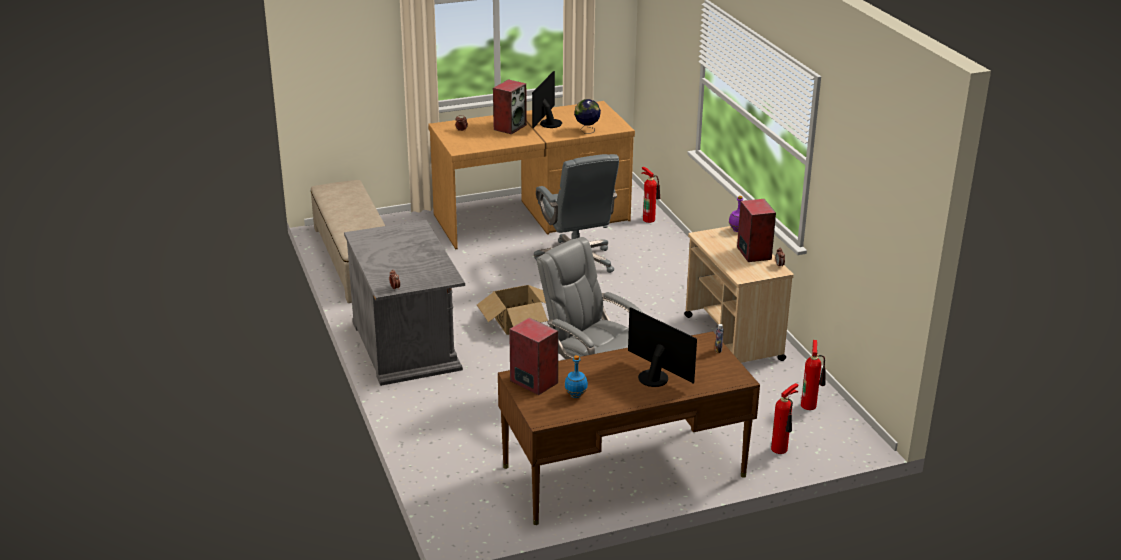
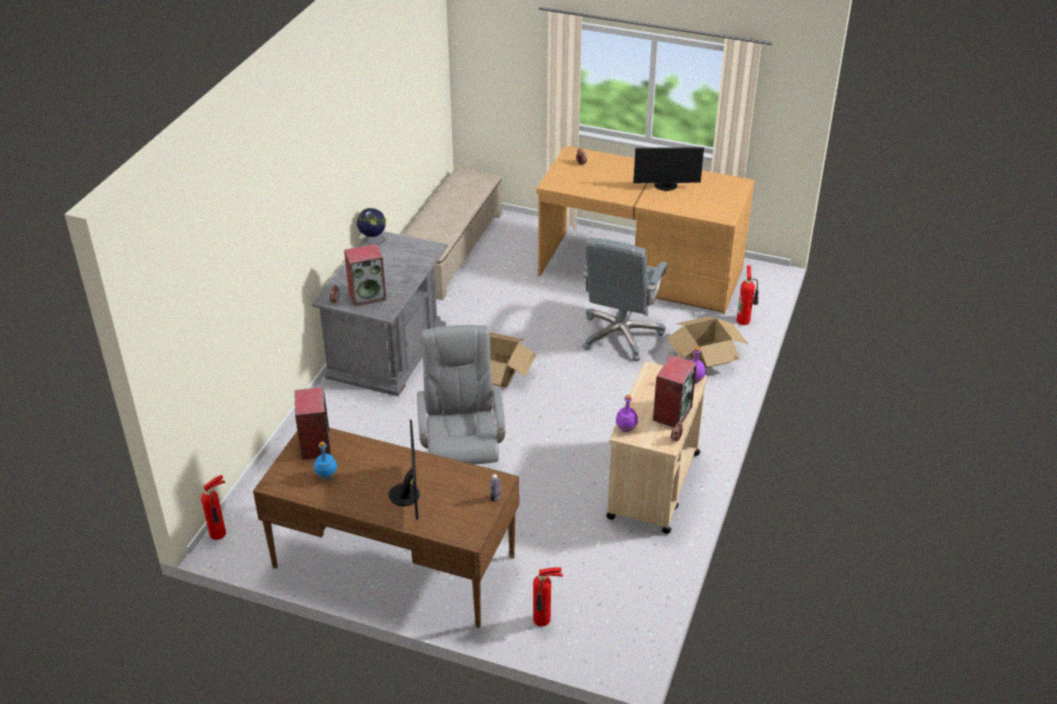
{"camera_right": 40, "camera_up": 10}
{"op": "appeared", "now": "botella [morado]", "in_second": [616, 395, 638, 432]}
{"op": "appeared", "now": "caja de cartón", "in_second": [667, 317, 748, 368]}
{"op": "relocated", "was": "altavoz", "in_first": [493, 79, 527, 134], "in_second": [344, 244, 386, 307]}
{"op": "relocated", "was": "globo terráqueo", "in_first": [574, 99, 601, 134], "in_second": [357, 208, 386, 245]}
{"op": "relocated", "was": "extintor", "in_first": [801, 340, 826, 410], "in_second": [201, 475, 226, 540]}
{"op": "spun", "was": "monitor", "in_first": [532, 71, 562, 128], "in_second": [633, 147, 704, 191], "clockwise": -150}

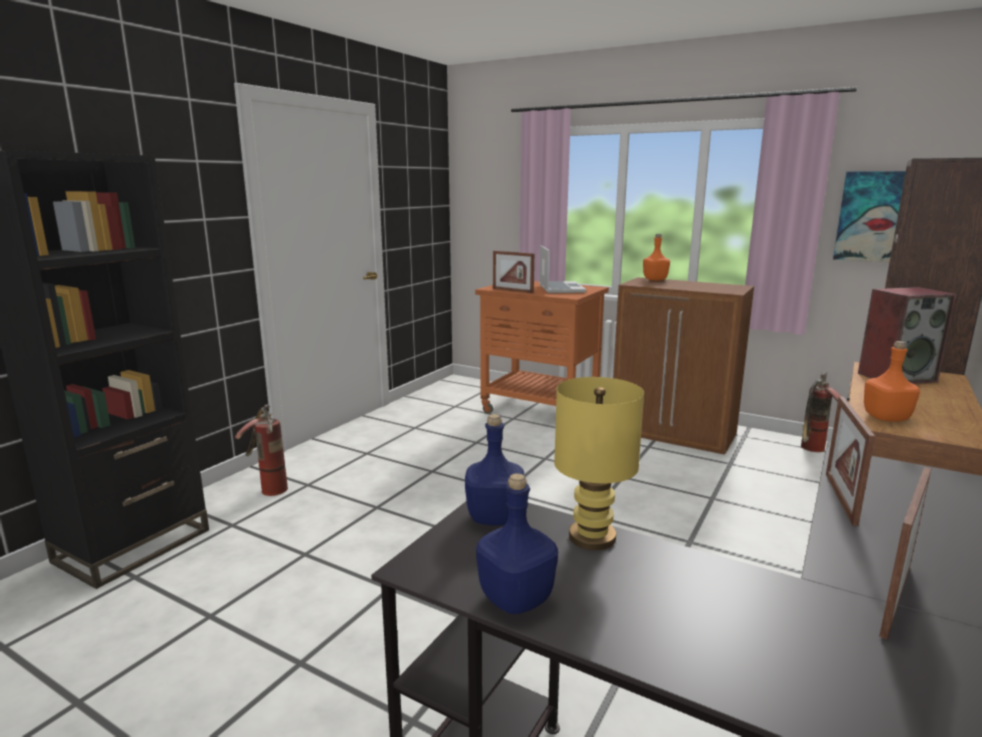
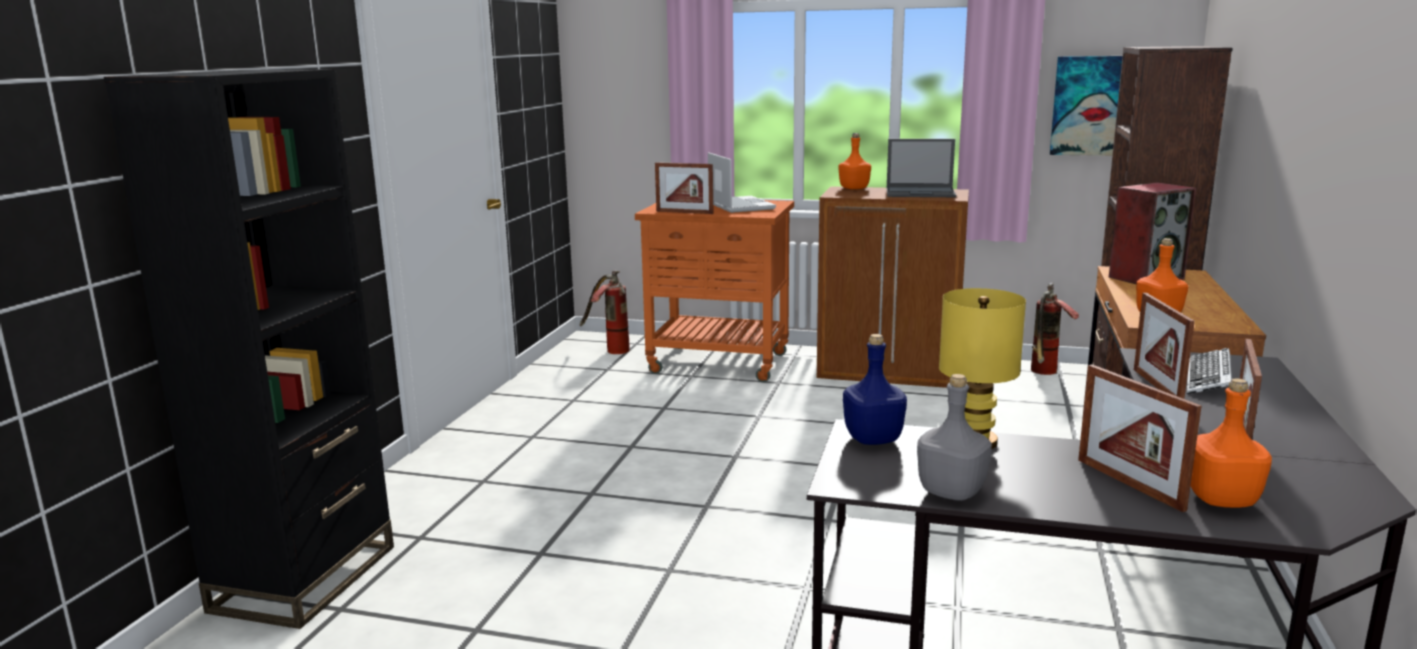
{"camera_right": -15, "camera_up": 0}
{"op": "appeared", "now": "portátil", "in_second": [887, 139, 956, 197]}
{"op": "appeared", "now": "portarretratos", "in_second": [1078, 364, 1201, 512]}
{"op": "appeared", "now": "teclado", "in_second": [1187, 348, 1232, 394]}
{"op": "appeared", "now": "botella [naranja]", "in_second": [1191, 378, 1272, 508]}
{"op": "relocated", "was": "extintor", "in_first": [235, 405, 288, 496], "in_second": [580, 270, 630, 354]}
{"op": "colour", "was": "botella [azul]", "now": "botella [gris]", "in_first": [476, 473, 558, 614], "in_second": [917, 374, 992, 501]}

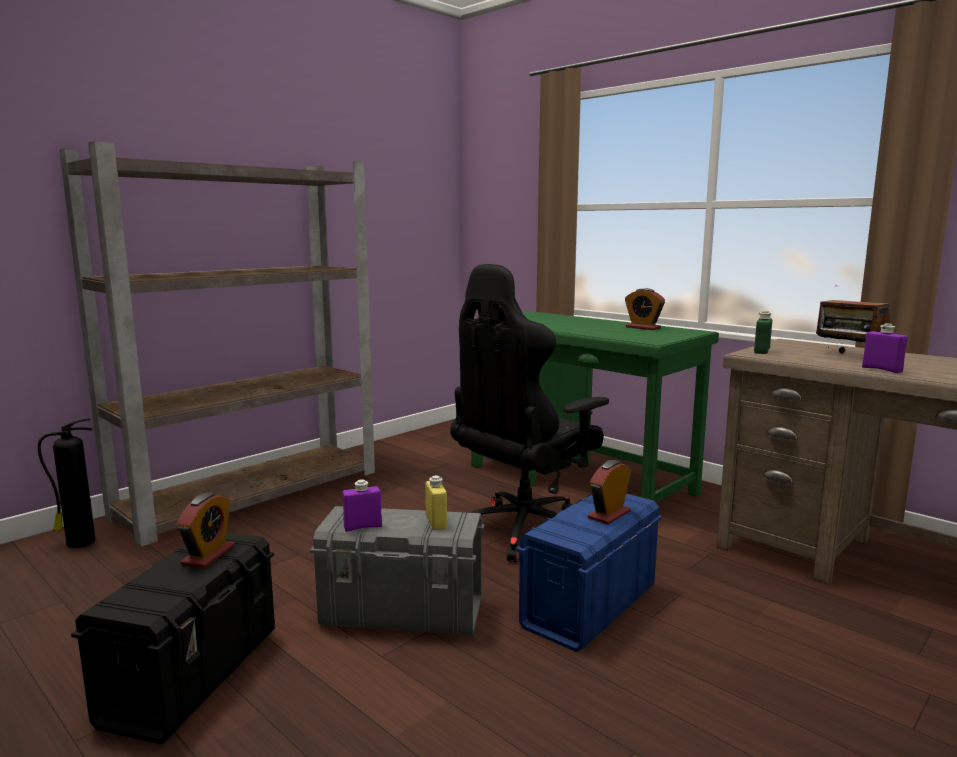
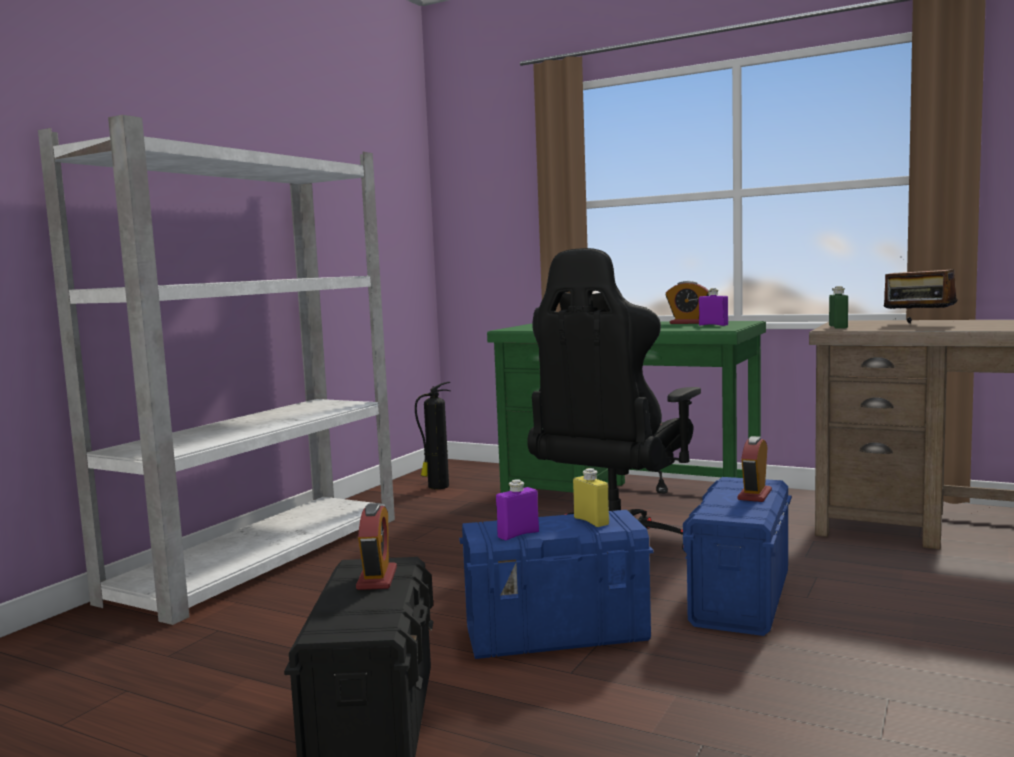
{"camera_right": -15, "camera_up": -5}
{"op": "relocated", "was": "extintor", "in_first": [38, 418, 95, 548], "in_second": [415, 382, 451, 489]}
{"op": "relocated", "was": "botella [morado]", "in_first": [862, 324, 908, 373], "in_second": [699, 288, 728, 326]}
{"op": "colour", "was": "estantería [marrón]", "now": "estantería [blanco]", "in_first": [59, 141, 375, 547], "in_second": [38, 115, 395, 625]}
{"op": "colour", "was": "caja de almacenaje [gris]", "now": "caja de almacenaje [azul]", "in_first": [310, 506, 484, 636], "in_second": [459, 510, 654, 659]}

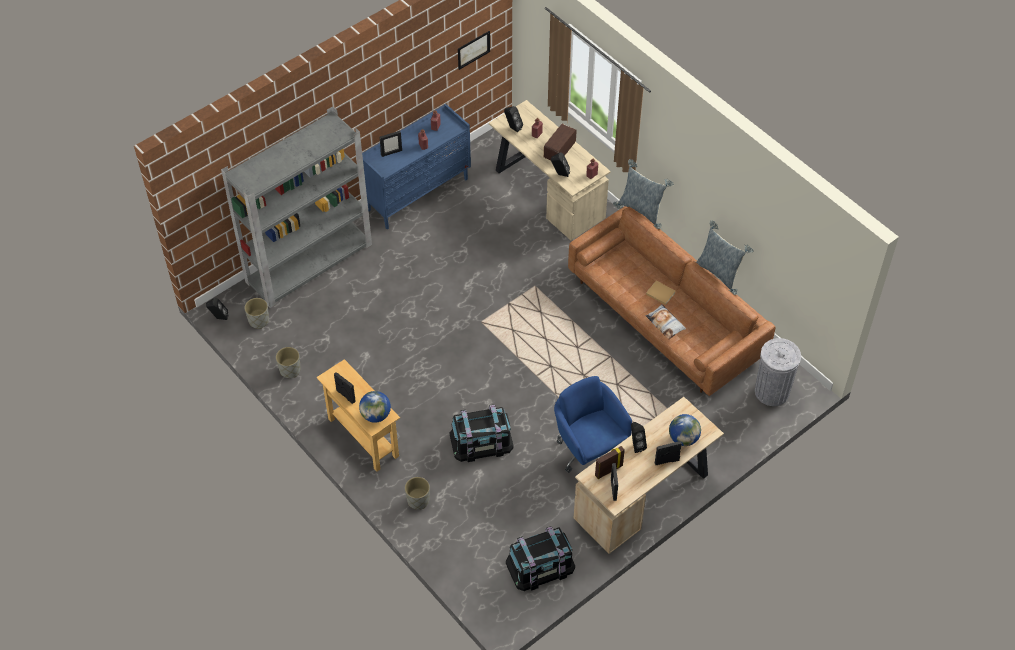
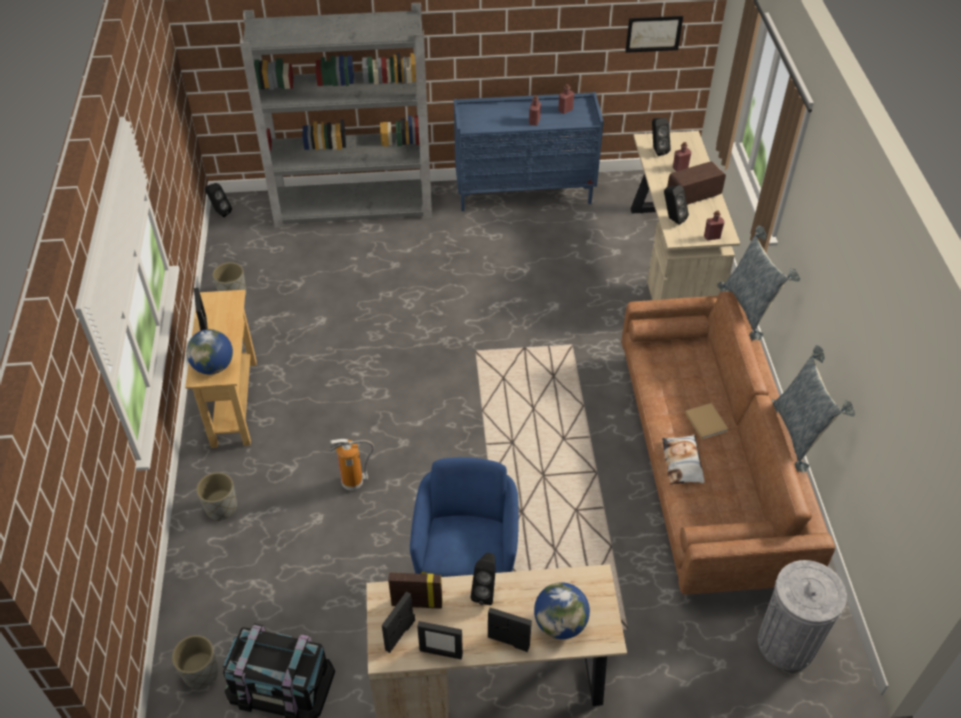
{"camera_right": 35, "camera_up": -5}
{"op": "relocated", "was": "maceta [gris]", "in_first": [244, 298, 269, 329], "in_second": [172, 635, 218, 688]}
{"op": "relocated", "was": "portarretratos", "in_first": [380, 131, 402, 157], "in_second": [417, 621, 463, 659]}
{"op": "exchanged", "was": "caja de almacenaje [negro]", "now": "extintor", "in_first": [450, 405, 514, 462], "in_second": [330, 439, 374, 491]}

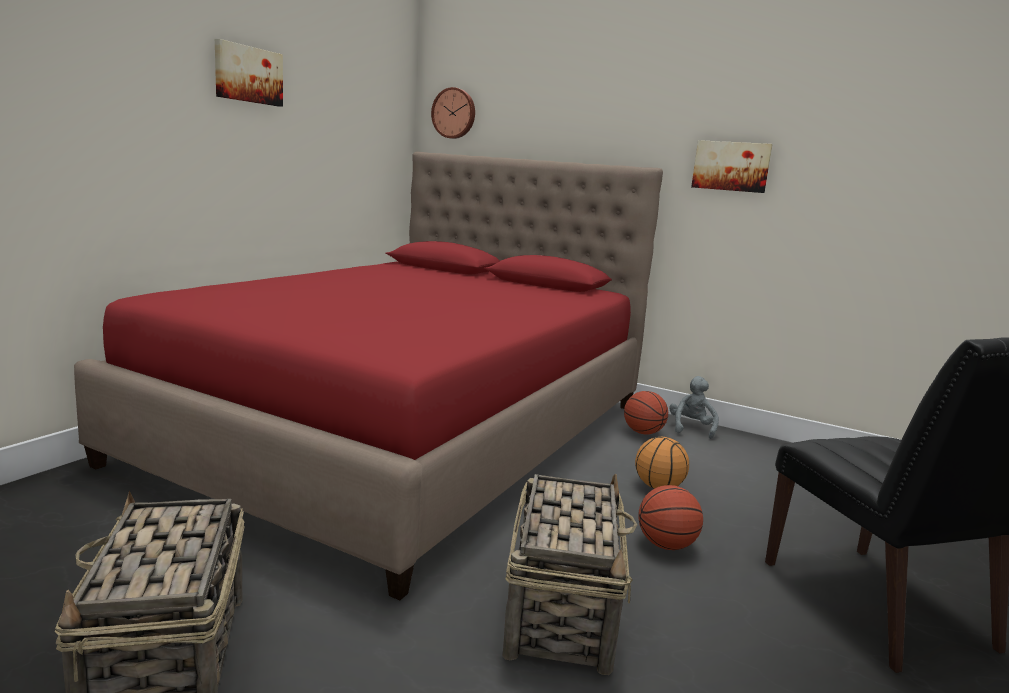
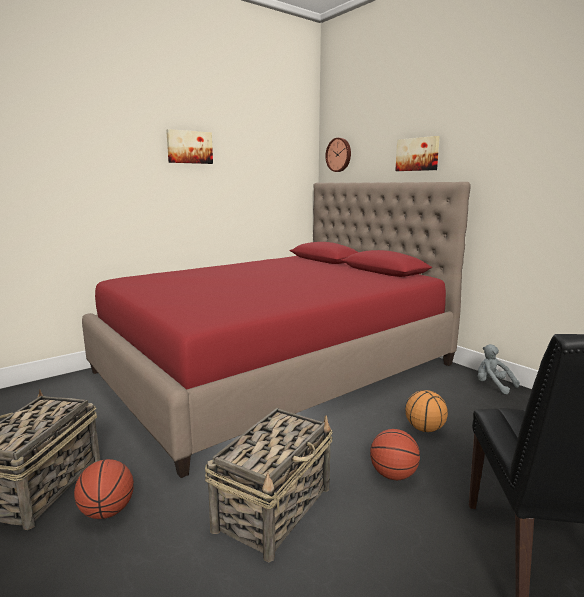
{"camera_right": 25, "camera_up": 0}
{"op": "relocated", "was": "balón de baloncesto", "in_first": [624, 391, 668, 435], "in_second": [74, 459, 134, 519]}
{"op": "relocated", "was": "cuadro", "in_first": [691, 140, 773, 193], "in_second": [395, 136, 440, 171]}
{"op": "spun", "was": "peluche [gris]", "in_first": [669, 376, 719, 439], "in_second": [478, 344, 520, 394], "clockwise": -75}

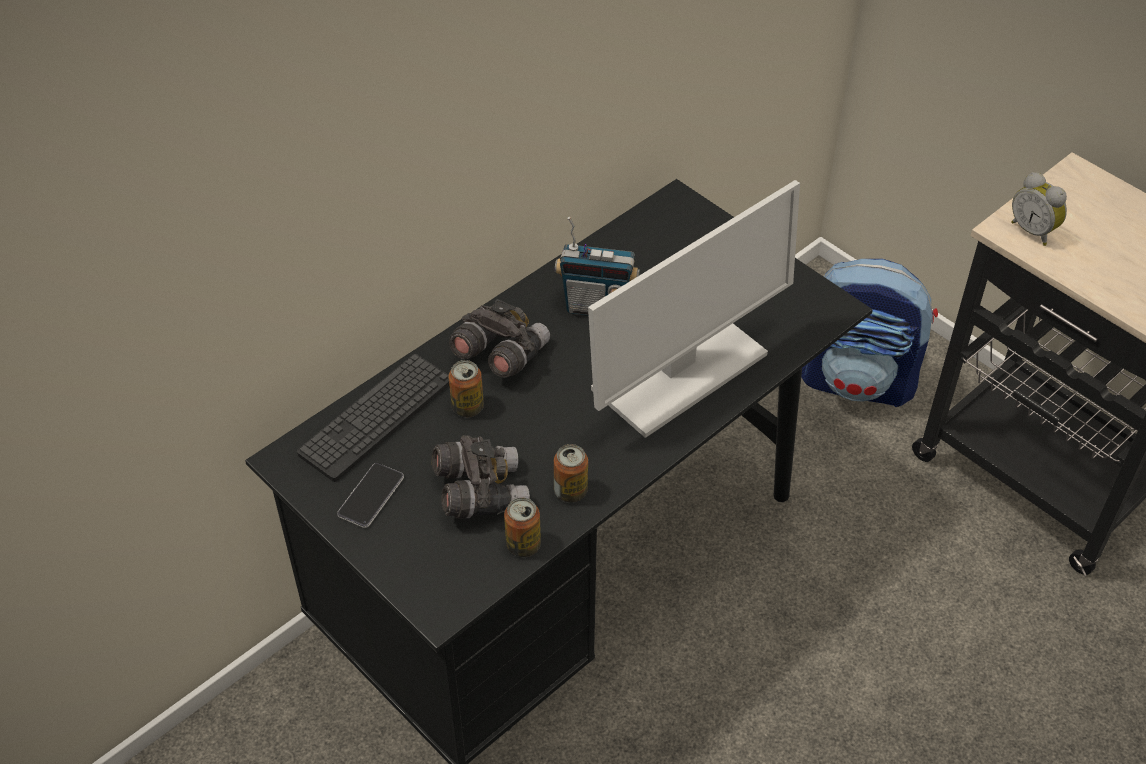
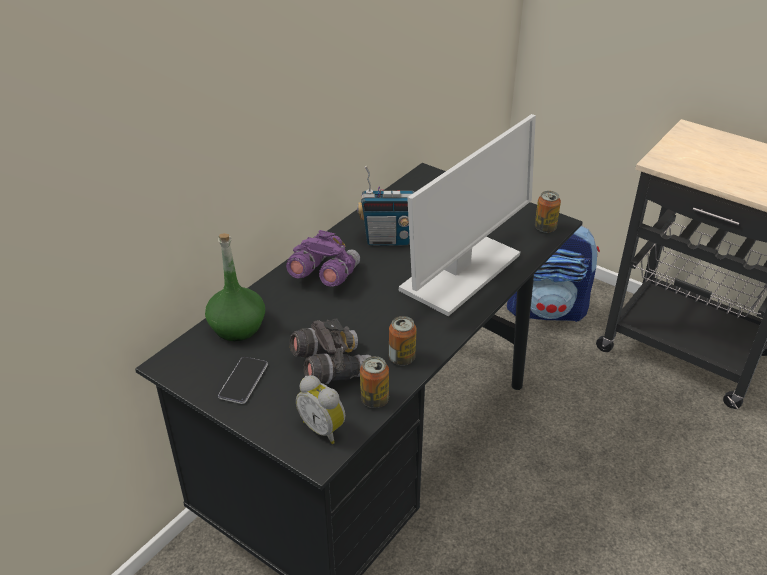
{"camera_right": -10, "camera_up": -10}
{"op": "relocated", "was": "lata", "in_first": [449, 360, 484, 417], "in_second": [535, 191, 561, 233]}
{"op": "relocated", "was": "despertador", "in_first": [1011, 172, 1067, 246], "in_second": [296, 375, 345, 444]}
{"op": "exchanged", "was": "teclado", "now": "botella [verde]", "in_first": [297, 354, 449, 482], "in_second": [205, 233, 265, 341]}
{"op": "colour", "was": "prismáticos [gris]", "now": "prismáticos [morado]", "in_first": [449, 299, 550, 378], "in_second": [286, 230, 360, 287]}

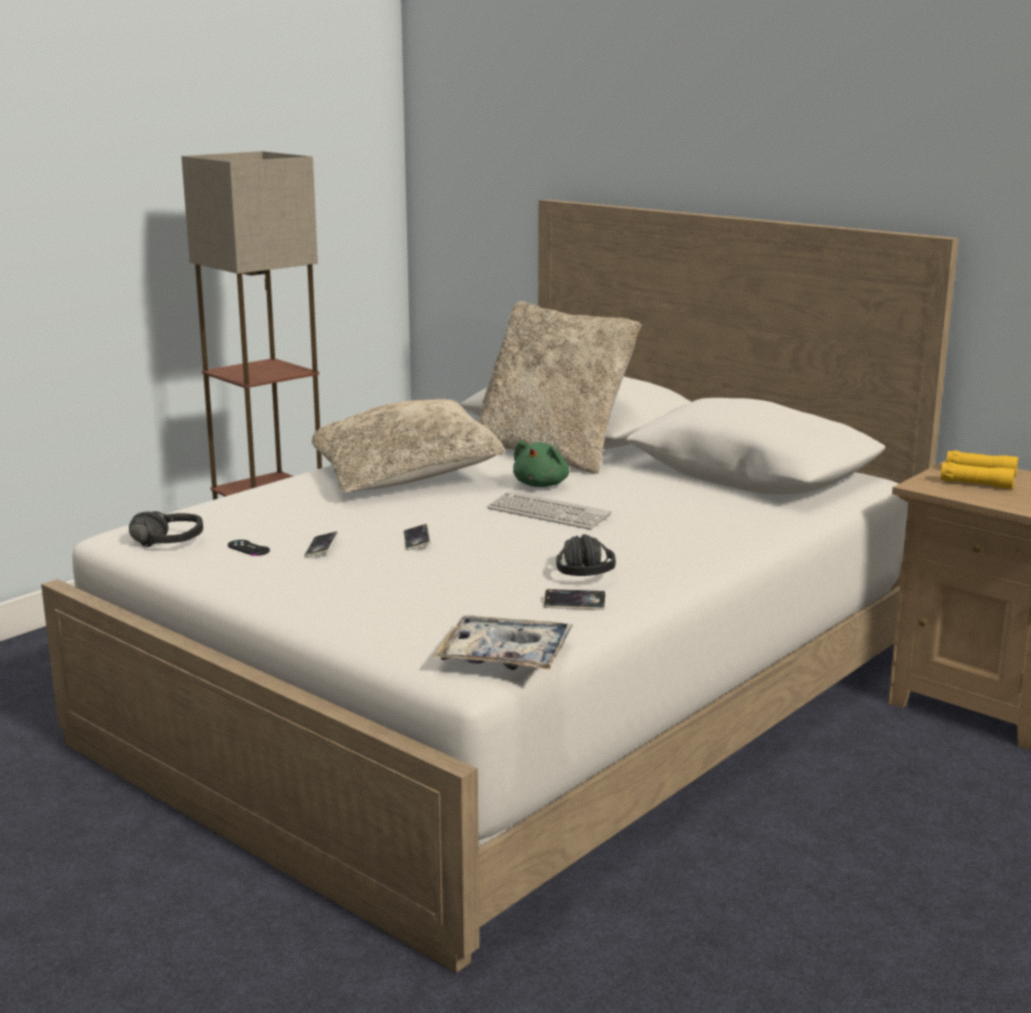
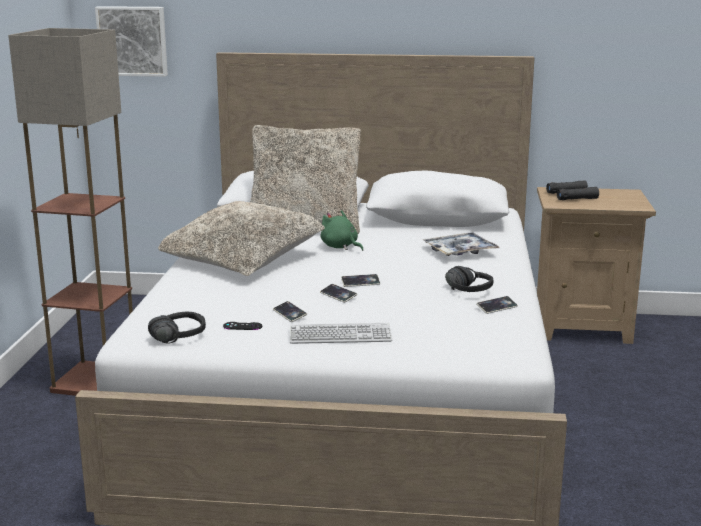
{"camera_right": -35, "camera_up": 0}
{"op": "appeared", "now": "cuadro", "in_second": [95, 6, 168, 77]}
{"op": "appeared", "now": "móvil", "in_second": [341, 274, 380, 287]}
{"op": "relocated", "was": "bandeja", "in_first": [433, 615, 573, 670], "in_second": [423, 232, 499, 256]}
{"op": "relocated", "was": "teclado", "in_first": [487, 491, 611, 530], "in_second": [290, 323, 392, 344]}
{"op": "colour", "was": "prismáticos [amarillo]", "now": "prismáticos [negro]", "in_first": [940, 451, 1018, 489], "in_second": [546, 180, 599, 200]}
{"op": "spun", "was": "peluche [verde]", "in_first": [513, 441, 569, 487], "in_second": [320, 210, 363, 251], "clockwise": 150}

